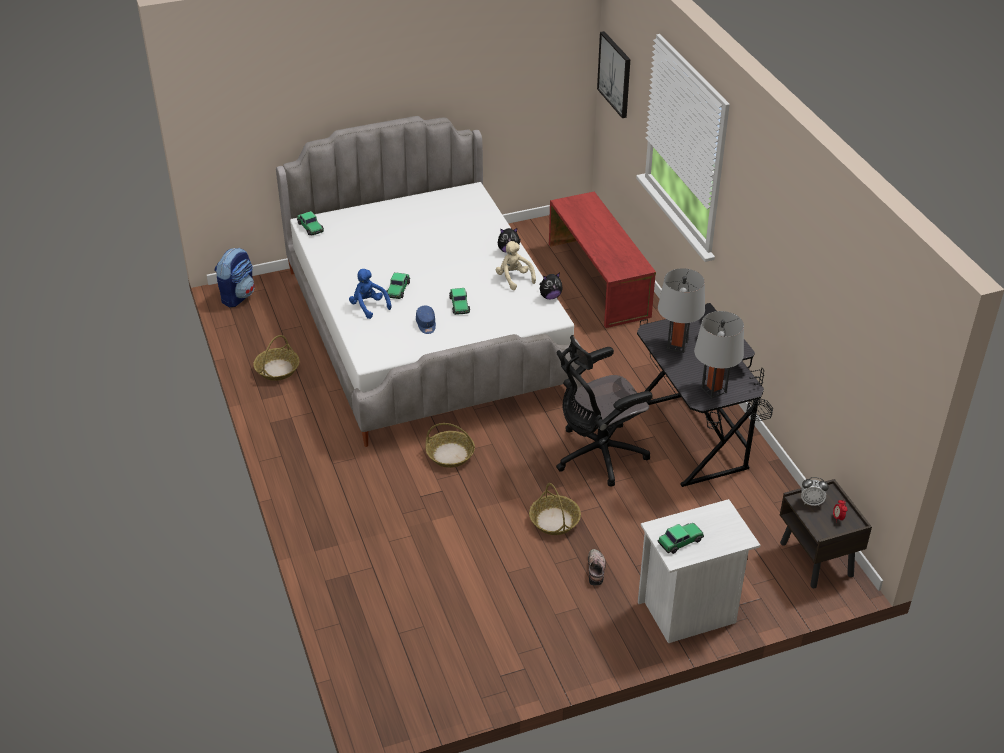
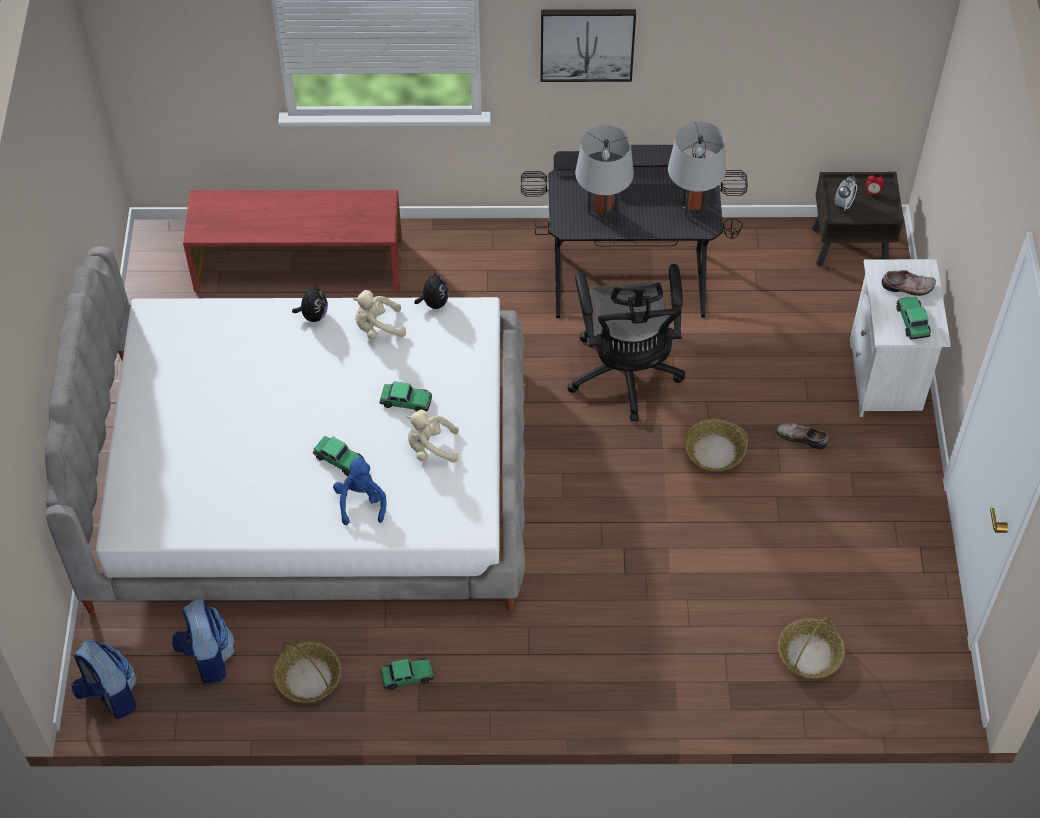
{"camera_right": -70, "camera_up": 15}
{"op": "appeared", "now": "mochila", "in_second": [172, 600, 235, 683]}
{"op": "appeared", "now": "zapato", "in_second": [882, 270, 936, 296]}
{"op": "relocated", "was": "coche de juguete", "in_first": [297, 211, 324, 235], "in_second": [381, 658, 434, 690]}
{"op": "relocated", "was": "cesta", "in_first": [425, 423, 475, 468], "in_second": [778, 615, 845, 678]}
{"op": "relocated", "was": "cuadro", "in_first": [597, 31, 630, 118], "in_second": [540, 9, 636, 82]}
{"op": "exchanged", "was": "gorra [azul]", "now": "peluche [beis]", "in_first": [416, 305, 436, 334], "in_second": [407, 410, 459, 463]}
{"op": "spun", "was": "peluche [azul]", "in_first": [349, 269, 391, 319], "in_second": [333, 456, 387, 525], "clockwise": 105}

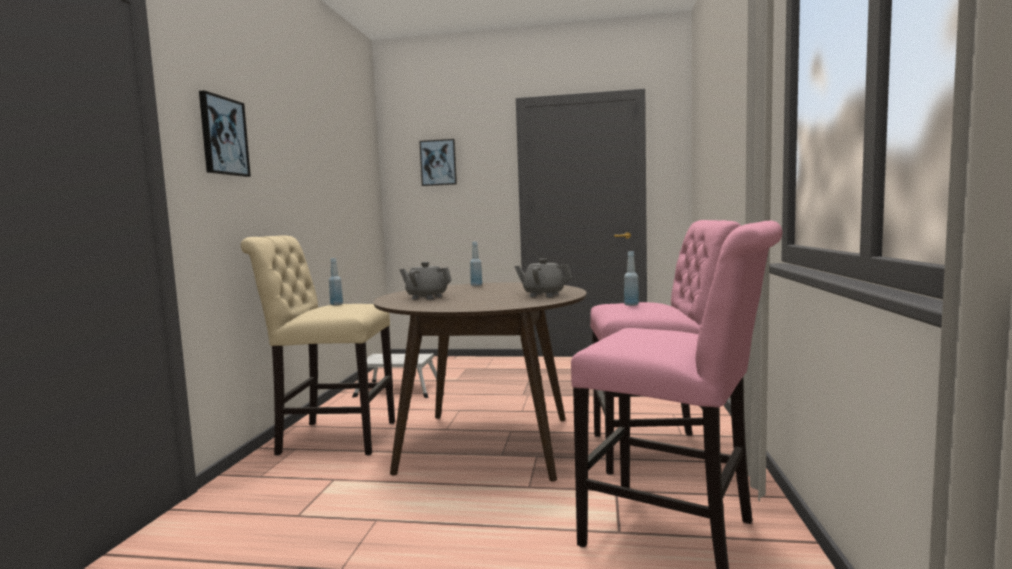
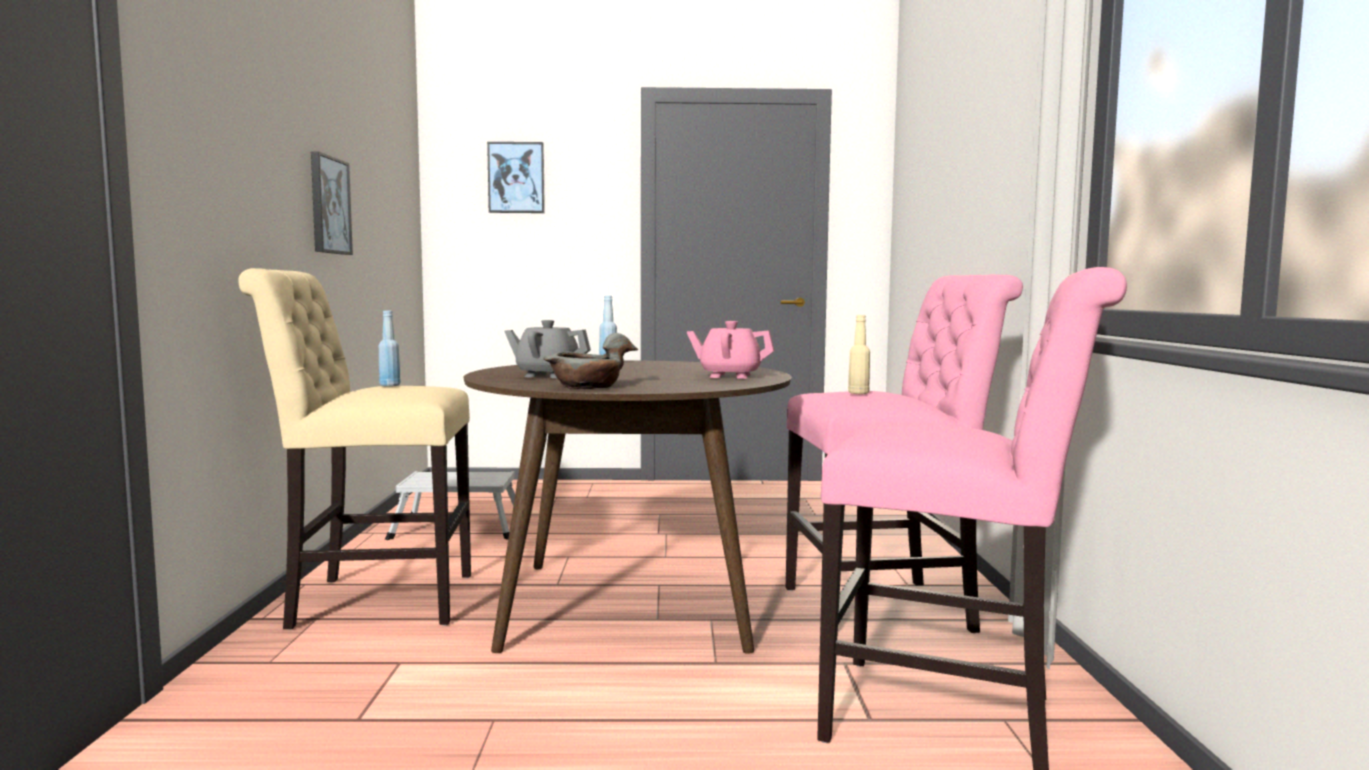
{"camera_right": -10, "camera_up": 0}
{"op": "appeared", "now": "cuenco [gris]", "in_second": [543, 333, 638, 389]}
{"op": "relocated", "was": "cuadro", "in_first": [199, 90, 251, 177], "in_second": [311, 151, 353, 255]}
{"op": "colour", "was": "tetera [gris]", "now": "tetera [rosa]", "in_first": [514, 258, 572, 297], "in_second": [687, 321, 775, 379]}
{"op": "colour", "was": "botella [azul]", "now": "botella [beis]", "in_first": [624, 252, 639, 306], "in_second": [848, 315, 870, 394]}

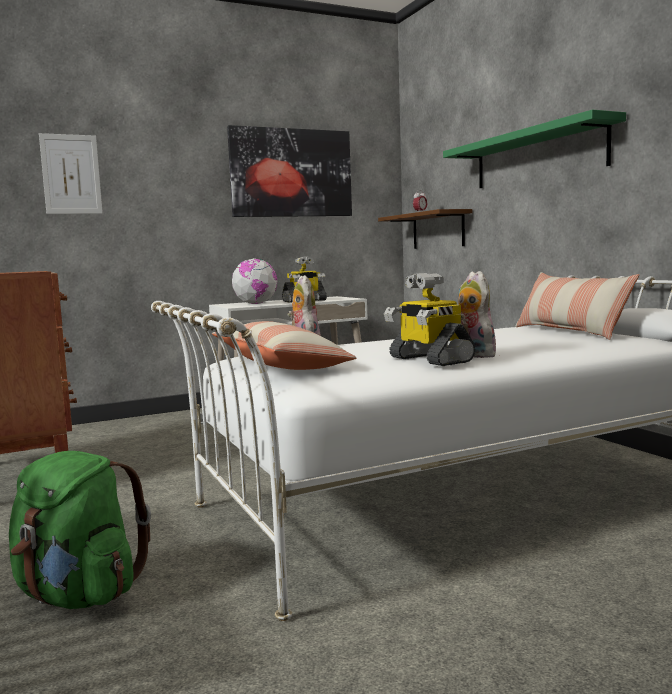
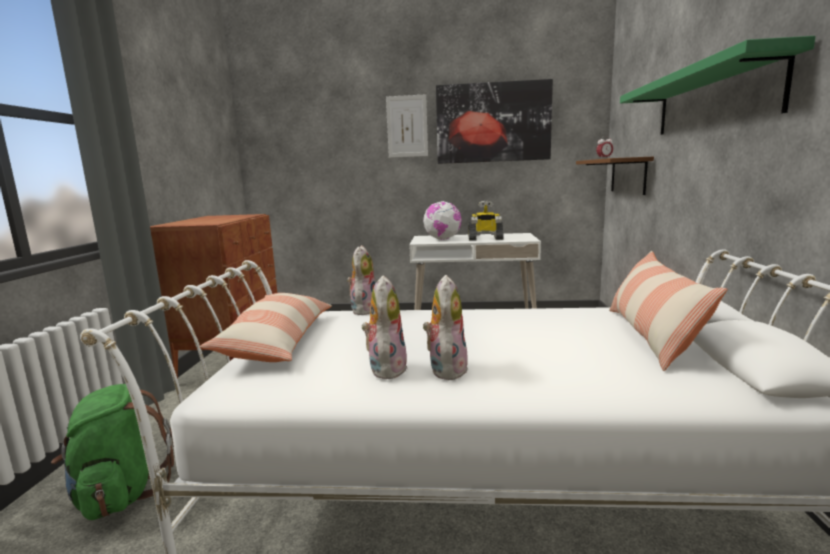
{"camera_right": 30, "camera_up": 5}
{"op": "relocated", "was": "cuadro", "in_first": [39, 133, 103, 214], "in_second": [386, 94, 428, 158]}
{"op": "exchanged", "was": "robot de juguete", "now": "peluche", "in_first": [384, 273, 476, 366], "in_second": [362, 275, 408, 380]}

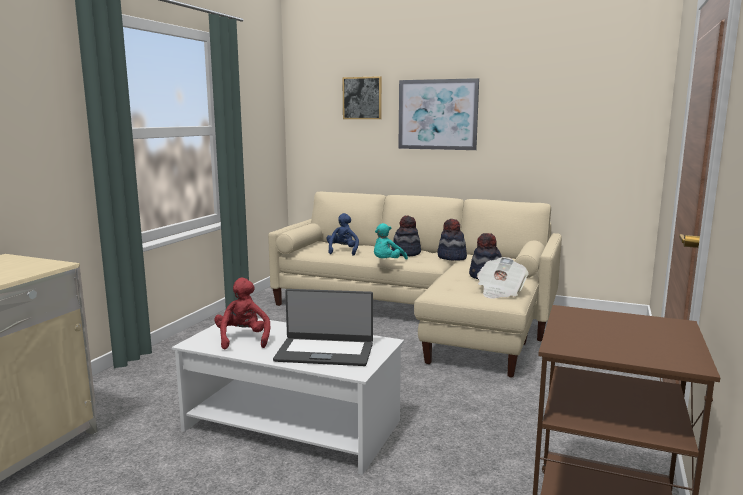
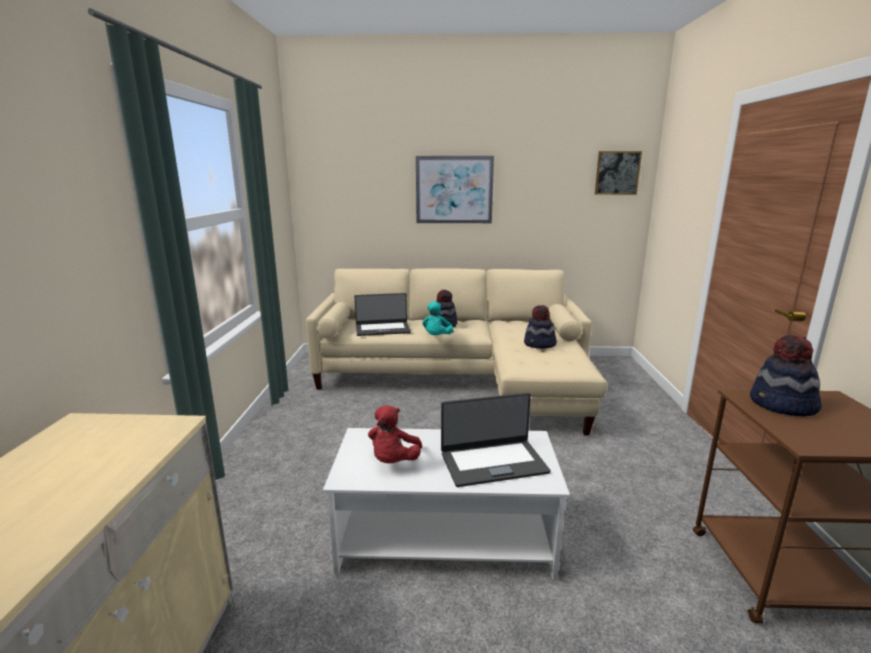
{"camera_right": -20, "camera_up": 5}
{"op": "missing", "was": "periódico", "in_first": [477, 257, 528, 298]}
{"op": "relocated", "was": "cuadro", "in_first": [342, 76, 382, 119], "in_second": [595, 151, 642, 195]}
{"op": "relocated", "was": "sombrero", "in_first": [437, 219, 467, 261], "in_second": [750, 335, 822, 416]}
{"op": "exchanged", "was": "peluche [azul]", "now": "portátil", "in_first": [327, 213, 359, 256], "in_second": [355, 293, 411, 336]}
{"op": "spun", "was": "peluche [rojo]", "in_first": [214, 278, 270, 349], "in_second": [368, 405, 422, 463], "clockwise": -135}

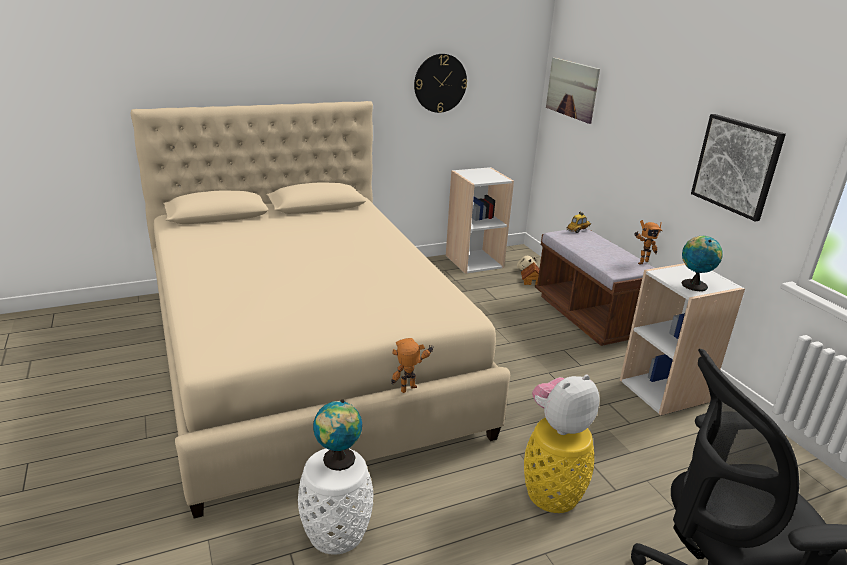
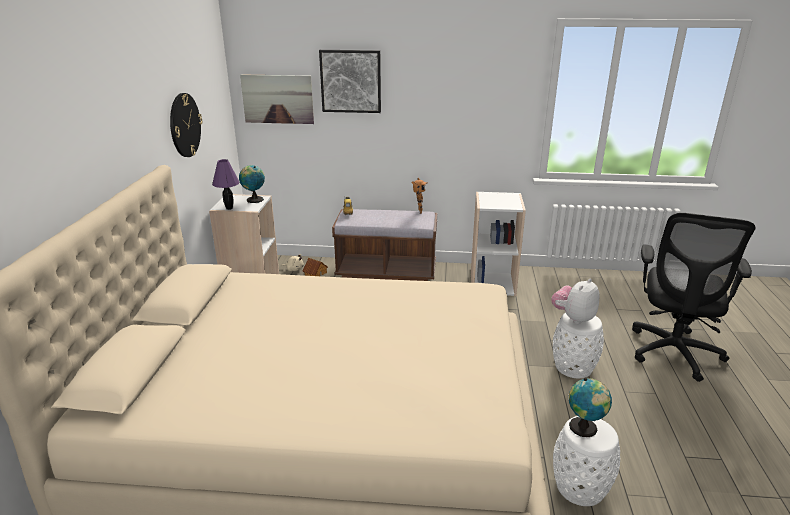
{"camera_right": -60, "camera_up": 0}
{"op": "missing", "was": "robot de juguete", "in_first": [391, 338, 434, 393]}
{"op": "appeared", "now": "lámpara de mesa [morado]", "in_second": [212, 159, 240, 210]}
{"op": "relocated", "was": "globo terráqueo", "in_first": [682, 236, 723, 291], "in_second": [239, 165, 265, 203]}
{"op": "relocated", "was": "cuadro", "in_first": [691, 114, 786, 221], "in_second": [319, 50, 381, 113]}
{"op": "colour", "was": "taburete [amarillo]", "now": "taburete [blanco]", "in_first": [524, 418, 594, 513], "in_second": [553, 313, 604, 378]}
{"op": "spun", "was": "peluche", "in_first": [532, 375, 600, 435], "in_second": [551, 278, 600, 324], "clockwise": 45}

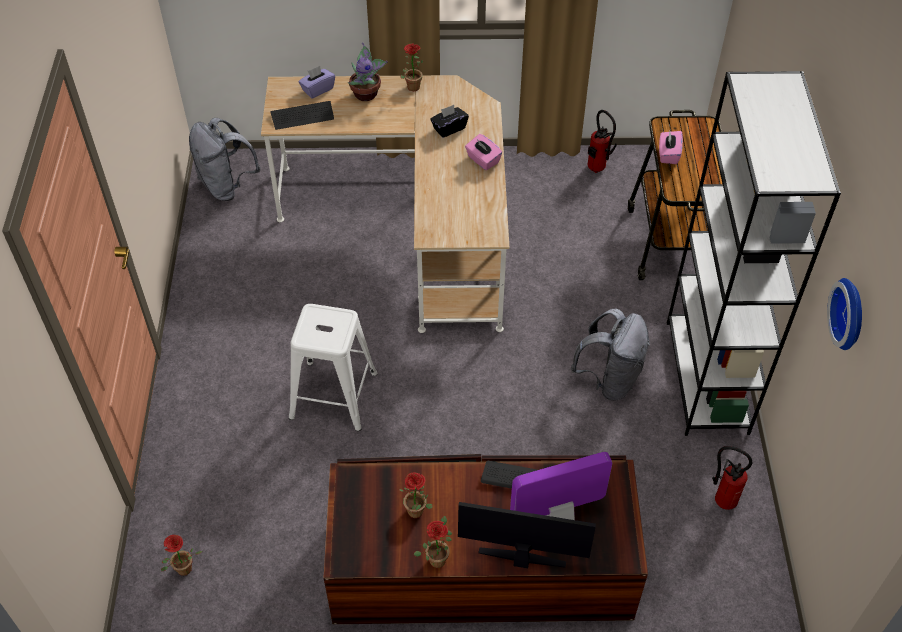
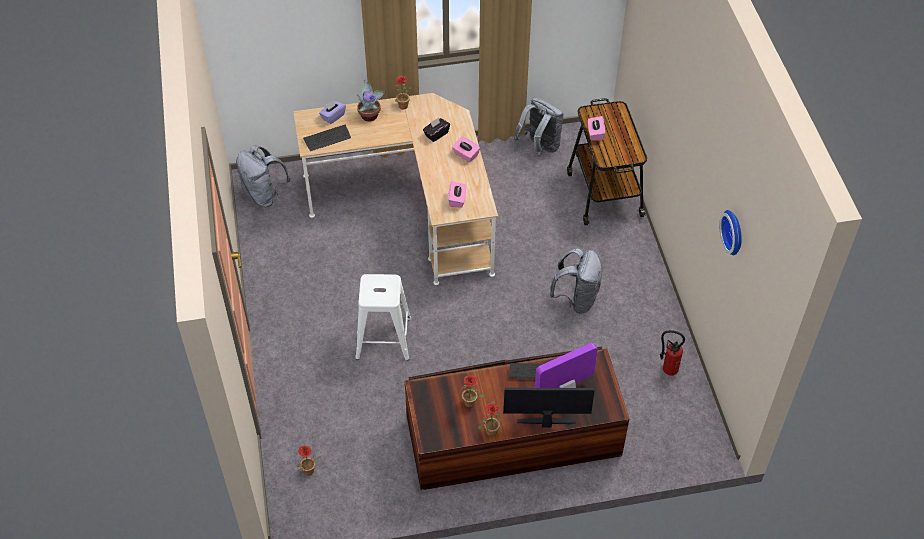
{"camera_right": -10, "camera_up": 0}
{"op": "missing", "was": "estantería [blanco]", "in_first": [667, 71, 841, 436]}
{"op": "appeared", "now": "caja de pañuelos [rosa]", "in_second": [448, 181, 466, 208]}
{"op": "exchanged", "was": "extintor", "now": "mochila [gris]", "in_first": [587, 110, 617, 173], "in_second": [514, 98, 564, 156]}

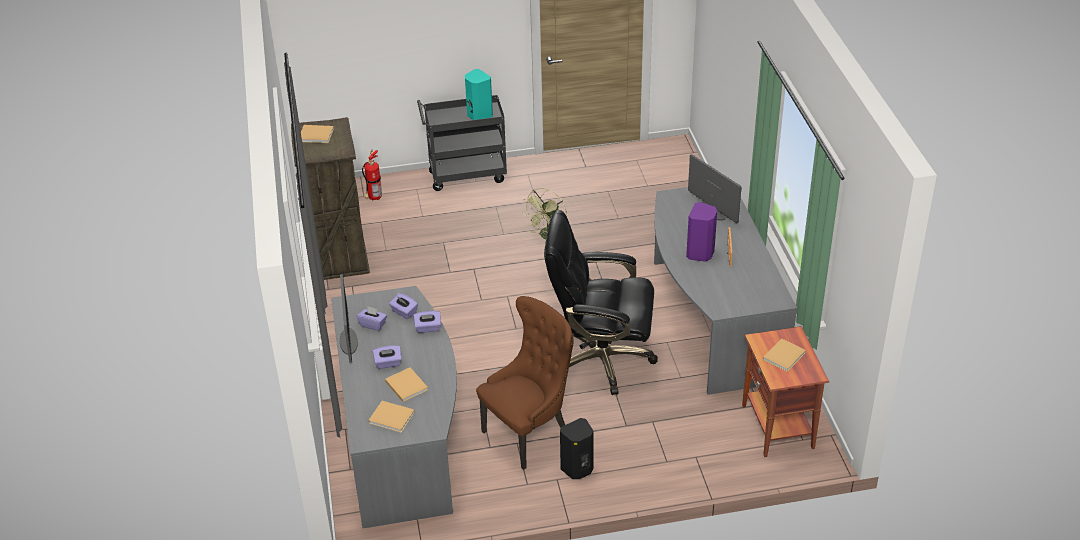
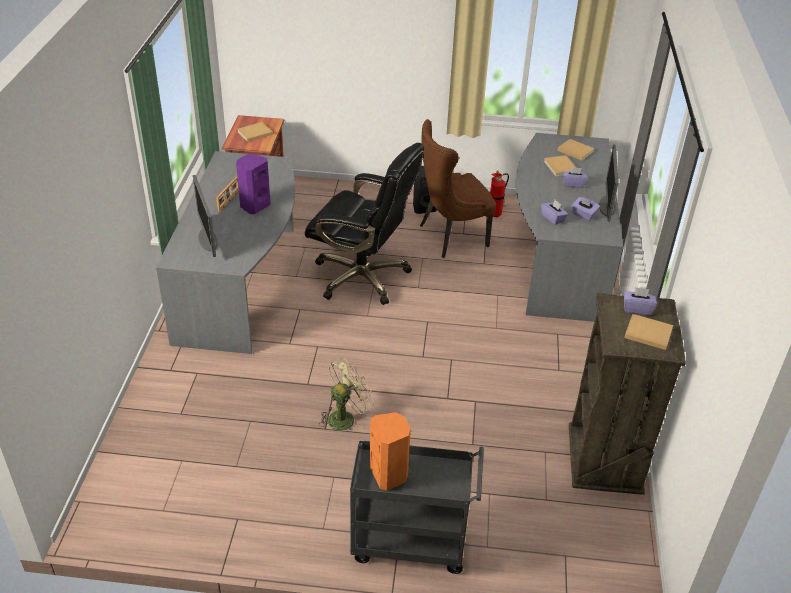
{"camera_right": -165, "camera_up": 0}
{"op": "relocated", "was": "extintor", "in_first": [362, 150, 382, 200], "in_second": [490, 170, 509, 217]}
{"op": "relocated", "was": "caja de pañuelos [morado]", "in_first": [413, 311, 441, 333], "in_second": [624, 287, 657, 315]}
{"op": "colour", "was": "altavoz [turquesa]", "now": "altavoz [naranja]", "in_first": [465, 69, 493, 120], "in_second": [370, 412, 411, 491]}

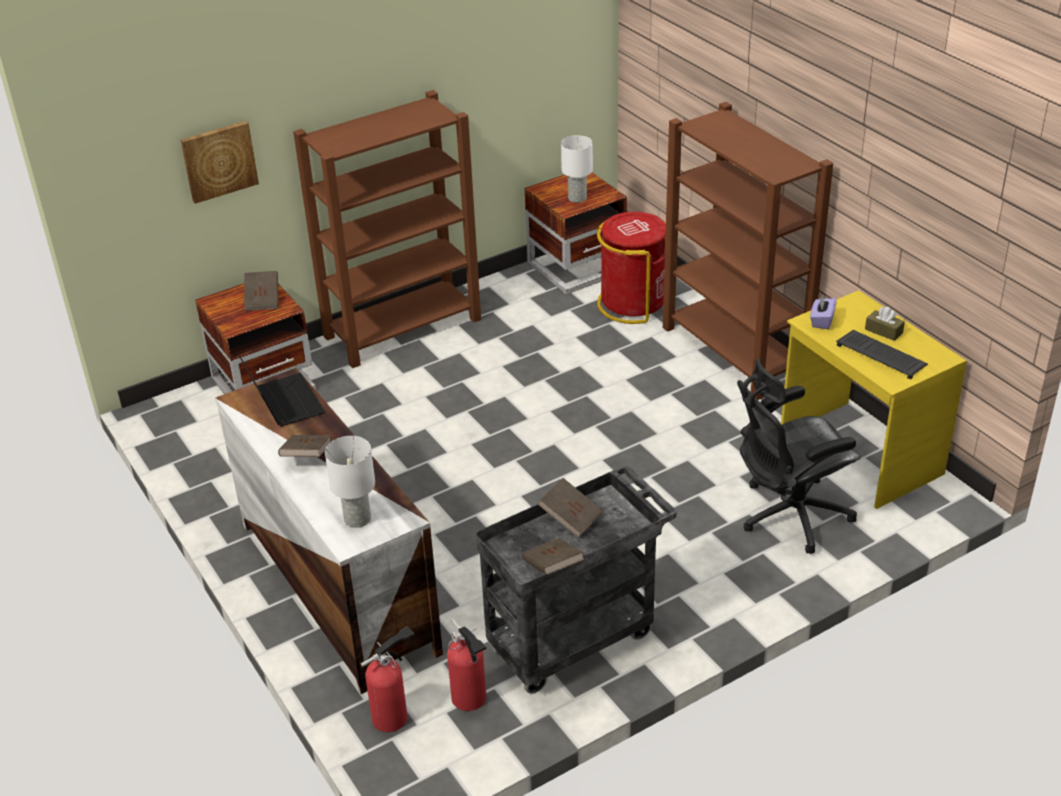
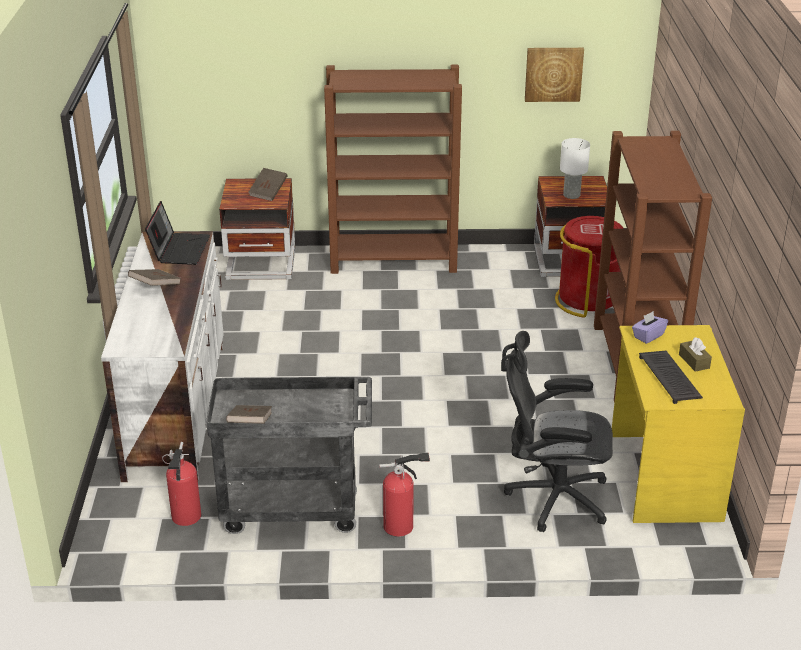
{"camera_right": 30, "camera_up": -5}
{"op": "missing", "was": "lámpara de mesa [blanco]", "in_first": [325, 436, 375, 528]}
{"op": "missing", "was": "libro [marrón]", "in_first": [538, 478, 603, 538]}
{"op": "relocated", "was": "cuadro", "in_first": [181, 121, 259, 204], "in_second": [525, 48, 584, 102]}
{"op": "relocated", "was": "extintor", "in_first": [361, 626, 415, 732], "in_second": [379, 452, 430, 537]}

